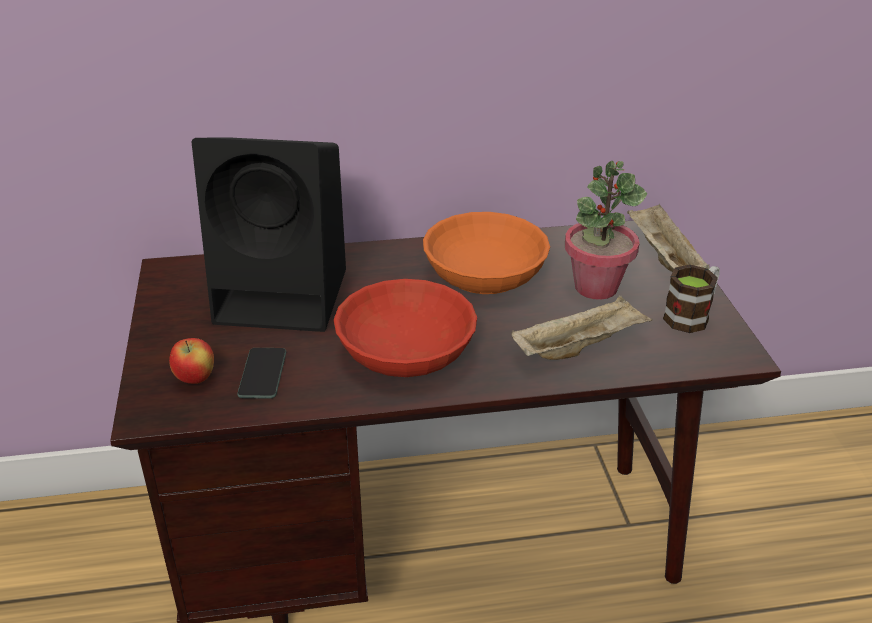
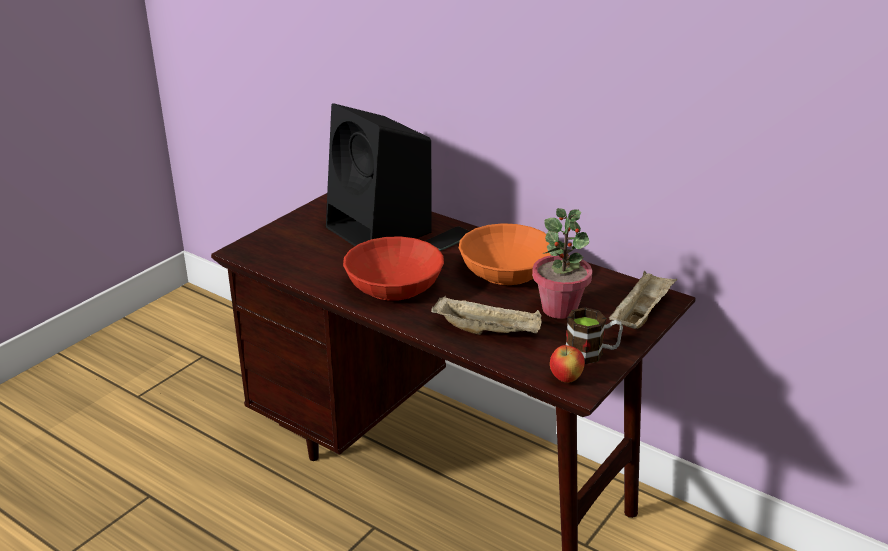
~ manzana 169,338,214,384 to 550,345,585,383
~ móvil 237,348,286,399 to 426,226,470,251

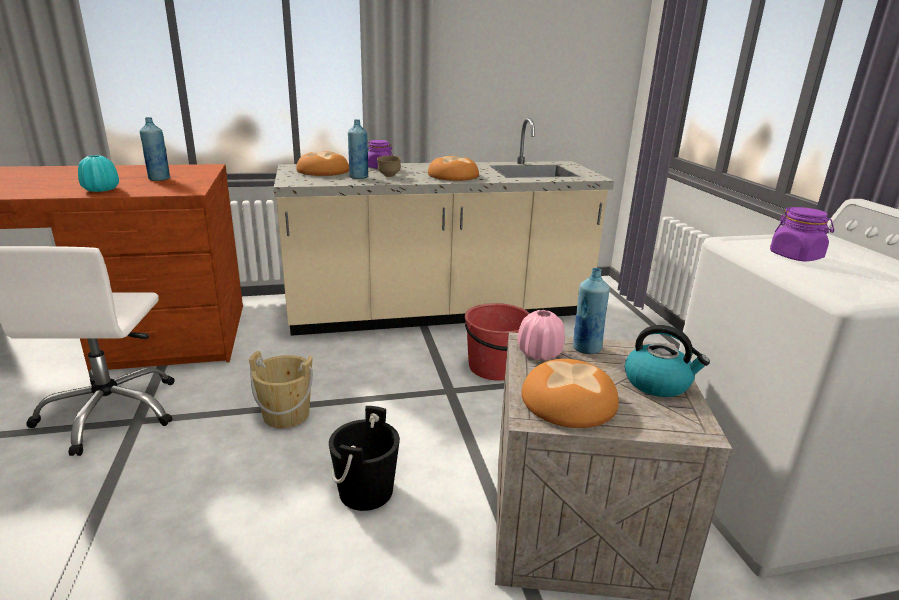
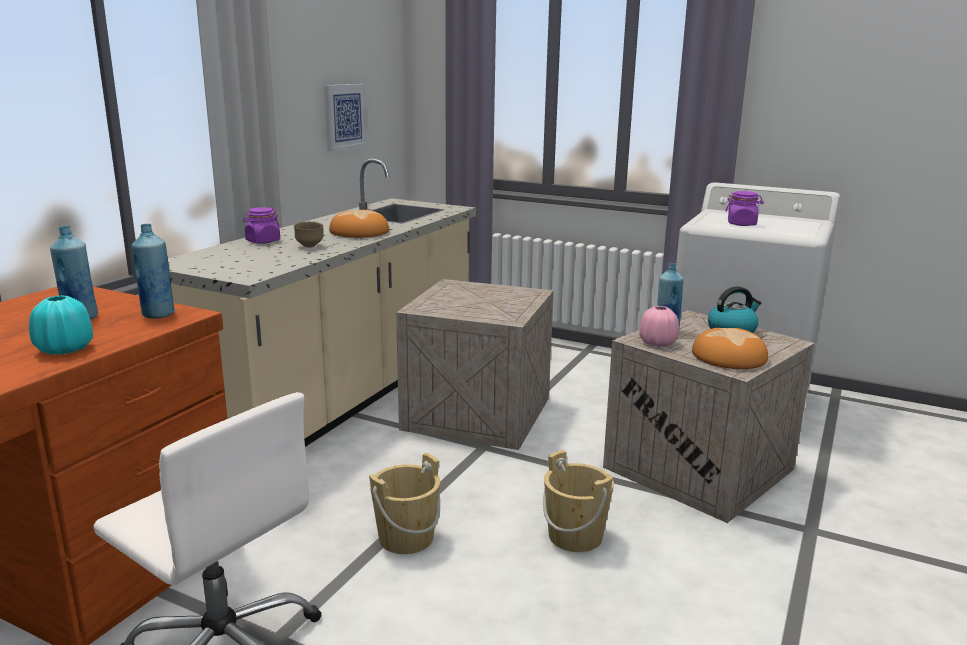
~ botella/azul 348,119,368,179 to 132,224,175,318
- pan 296,151,349,176
~ cubo/rojo 464,303,530,381 to caja de embalaje 396,279,554,450
~ cubo/negro 329,406,400,511 to cubo/beis 543,450,614,552
+ cuadro 324,84,368,152

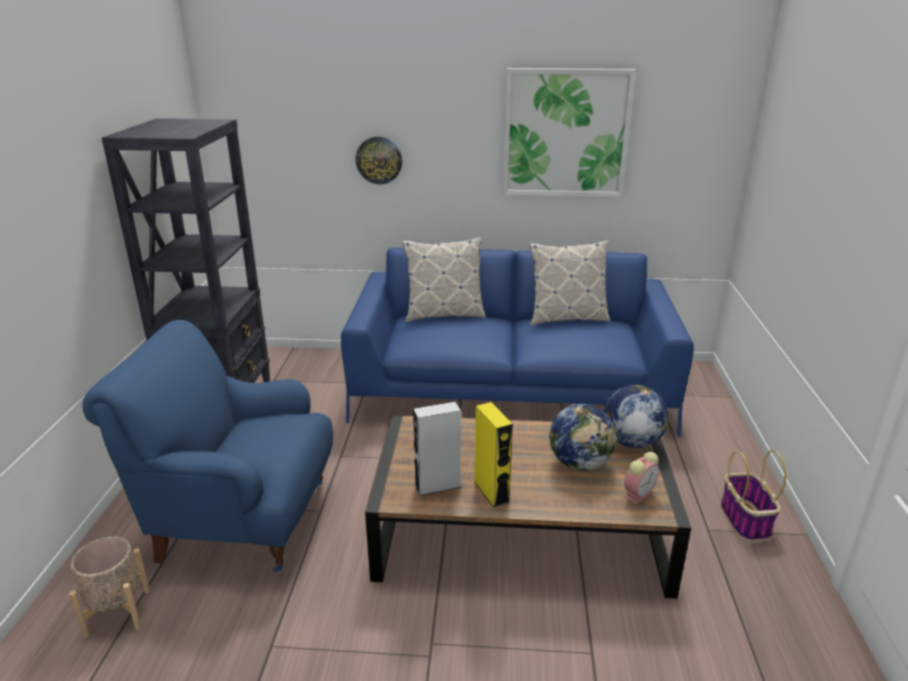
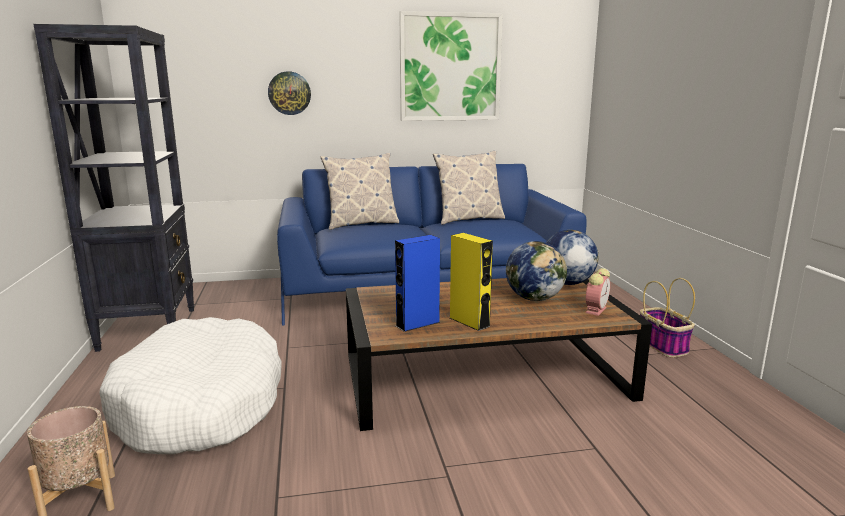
~ sillón/azul 82,320,333,572 to cama para perro/blanco 99,317,282,454
~ altavoz/gris 413,401,461,496 to altavoz/azul 395,235,440,332

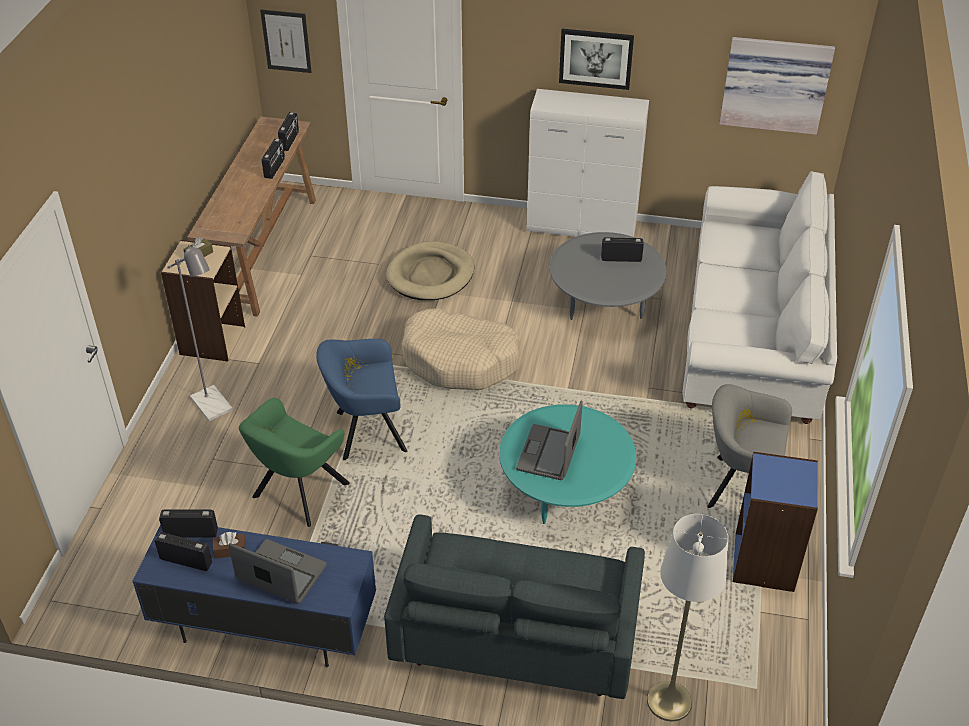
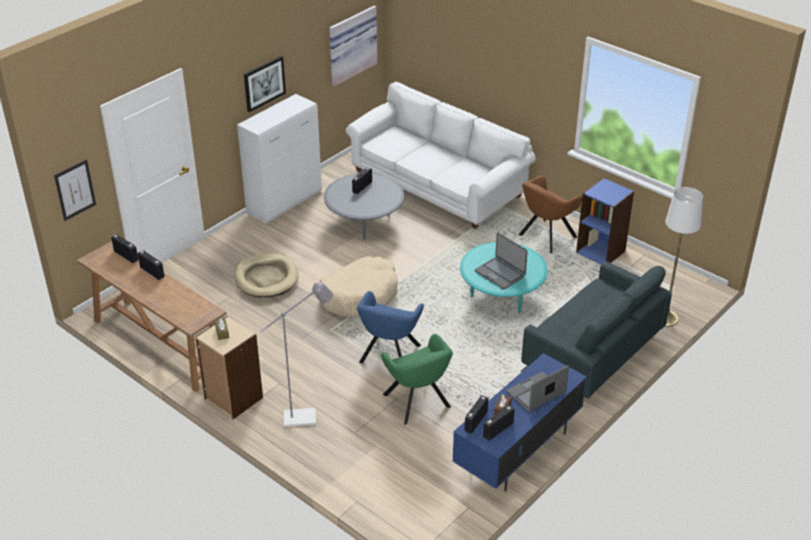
~ sillón/gris 707,384,792,508 to sillón/marrón 519,176,582,253

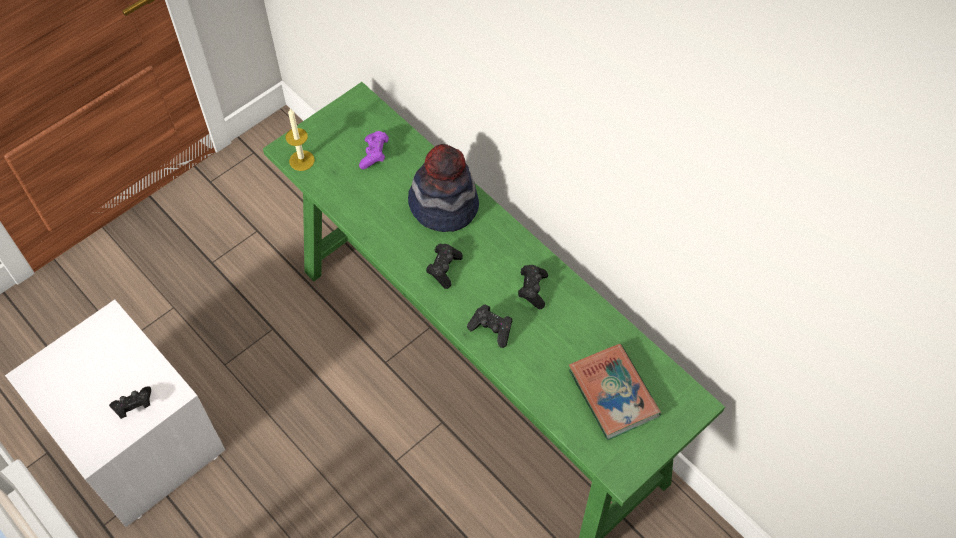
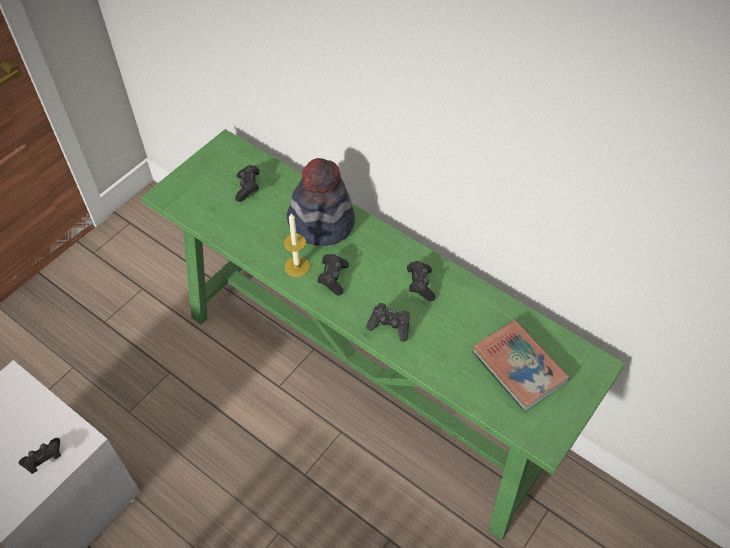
~ vela 285,109,315,171 to 283,213,310,277
~ mando de consola/morado 359,131,389,169 to mando de consola/negro 235,165,259,202

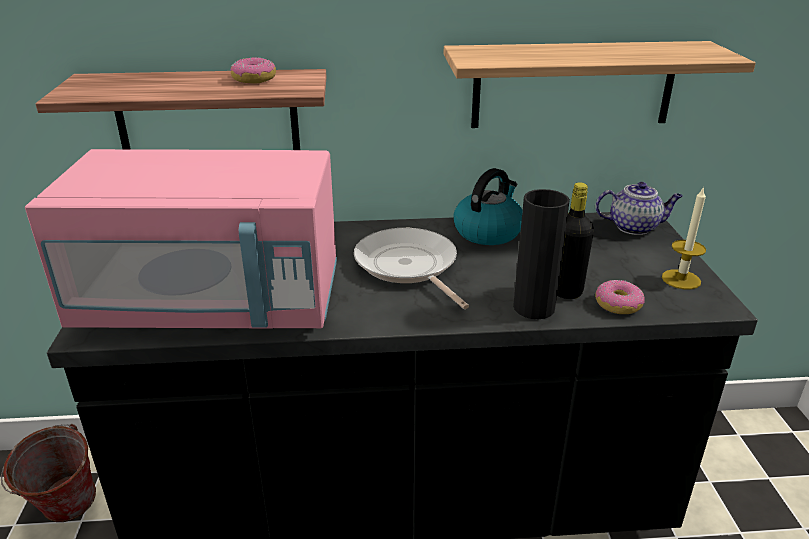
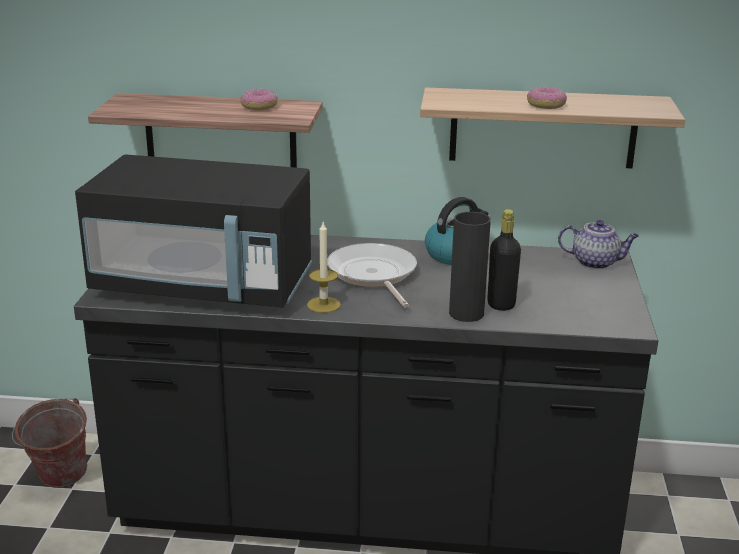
~ microondas/rosa 25,149,337,328 to microondas/negro 75,154,312,308
~ vela 662,186,706,289 to 307,222,341,313
~ rosquilla 595,280,645,314 to 527,87,567,109

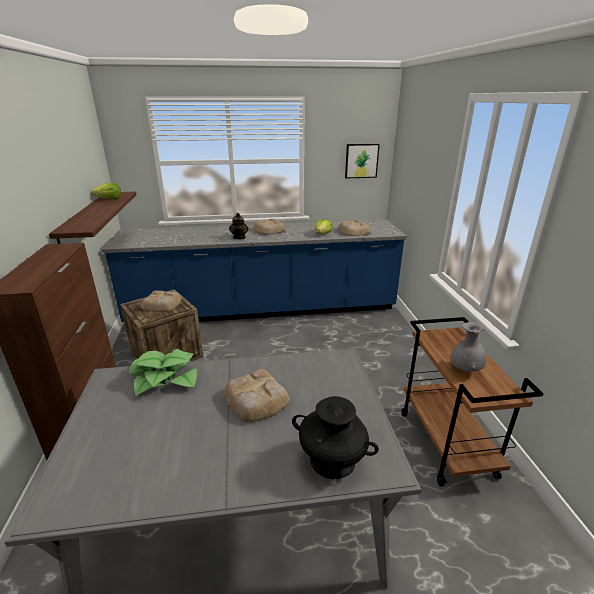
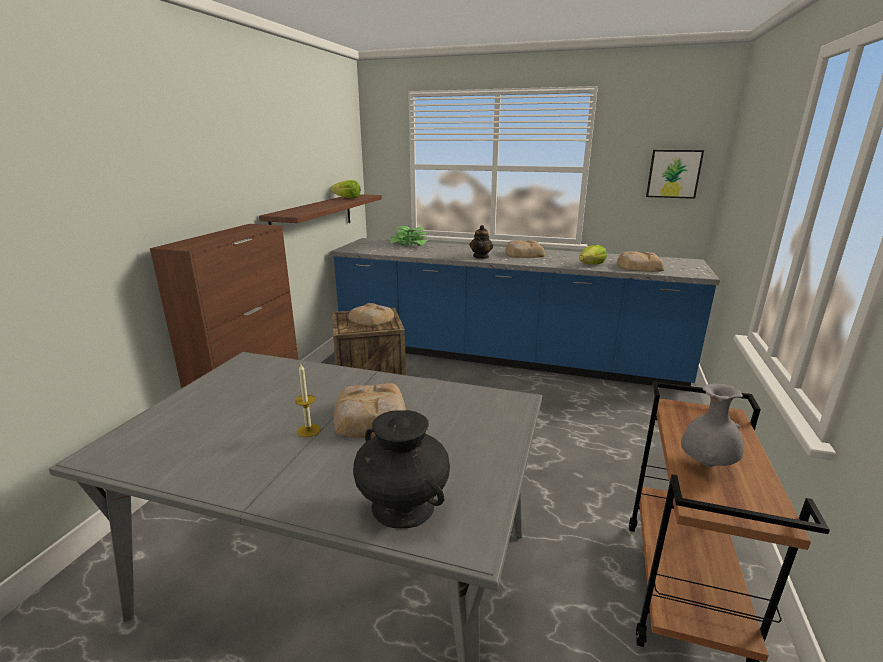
~ planta en maceta 129,349,197,396 to 390,226,429,246
+ vela 295,364,320,437

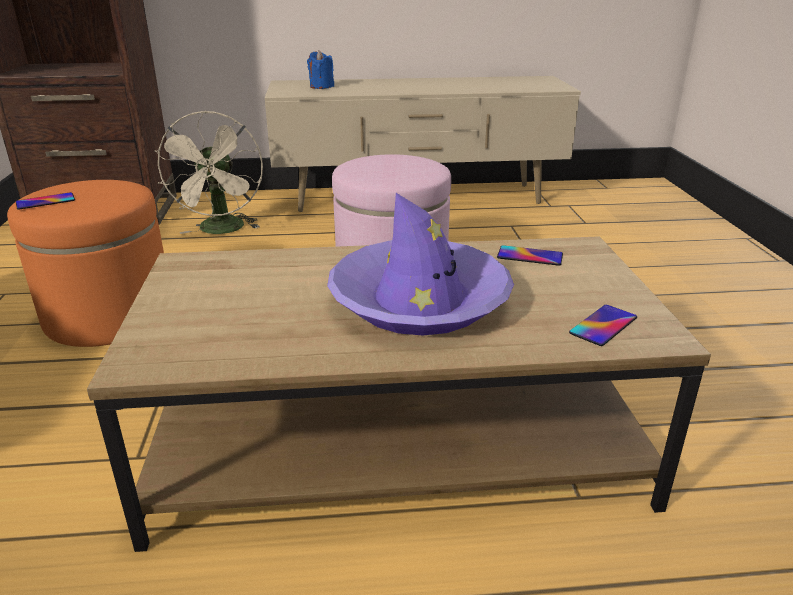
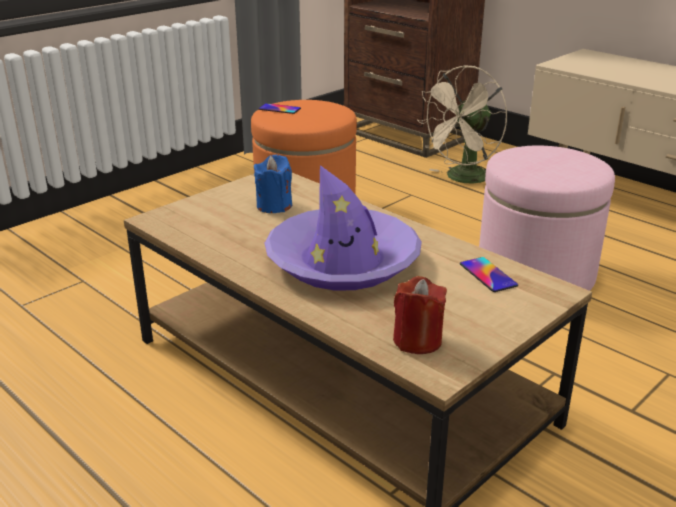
~ vela/azul 307,50,334,89 to 254,154,292,213
~ móvil 569,305,637,346 to vela/rojo 393,276,447,354

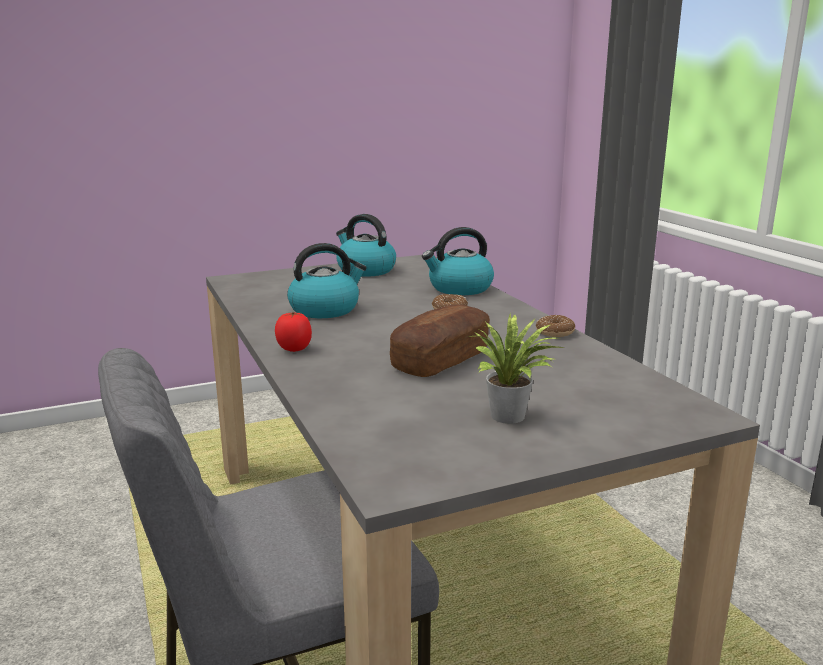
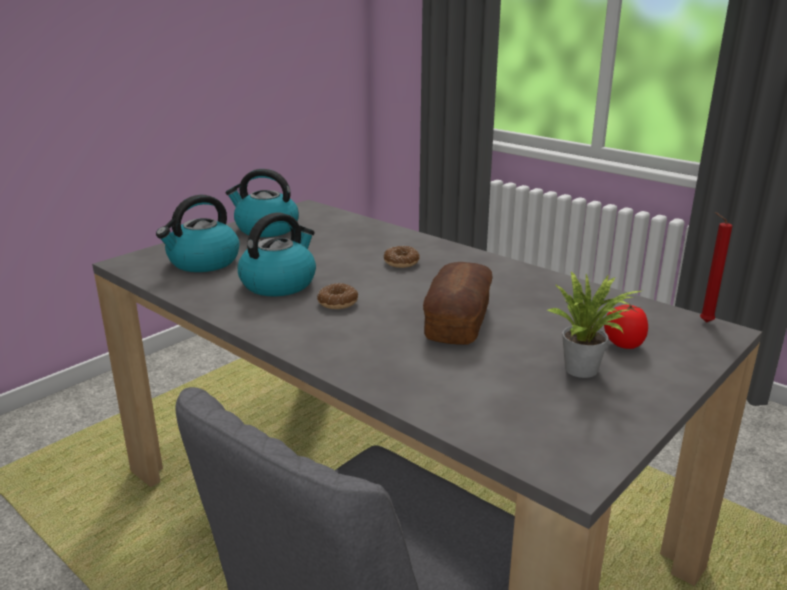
~ hervidor 422,227,494,295 to 156,195,240,272
~ tomate 275,312,312,352 to 604,305,648,349
~ rosquilla 536,315,575,337 to 317,283,358,309
+ vela/rojo 700,212,732,323

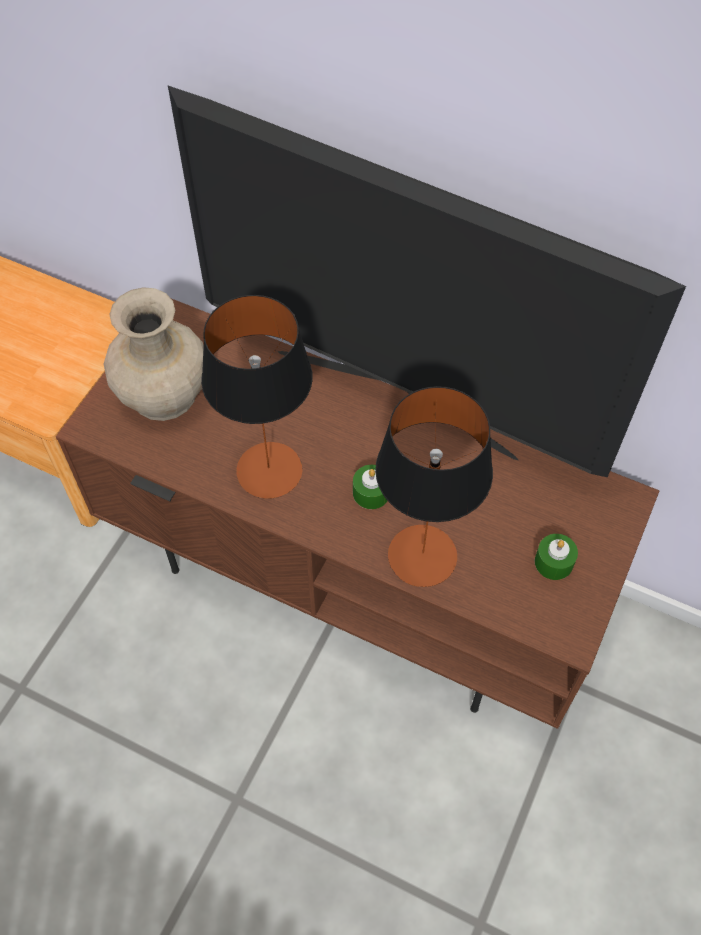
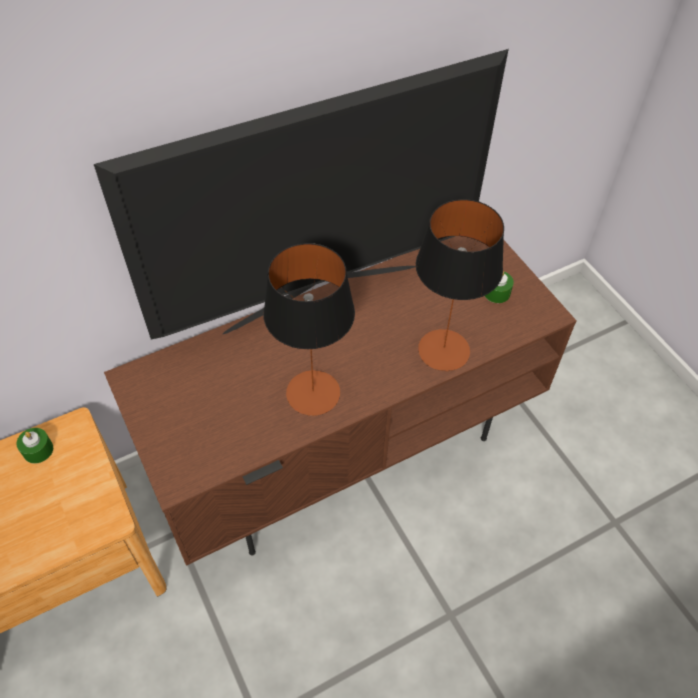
- florero/beis 104,287,204,421
~ vela/verde 353,465,388,509 to 16,428,53,464

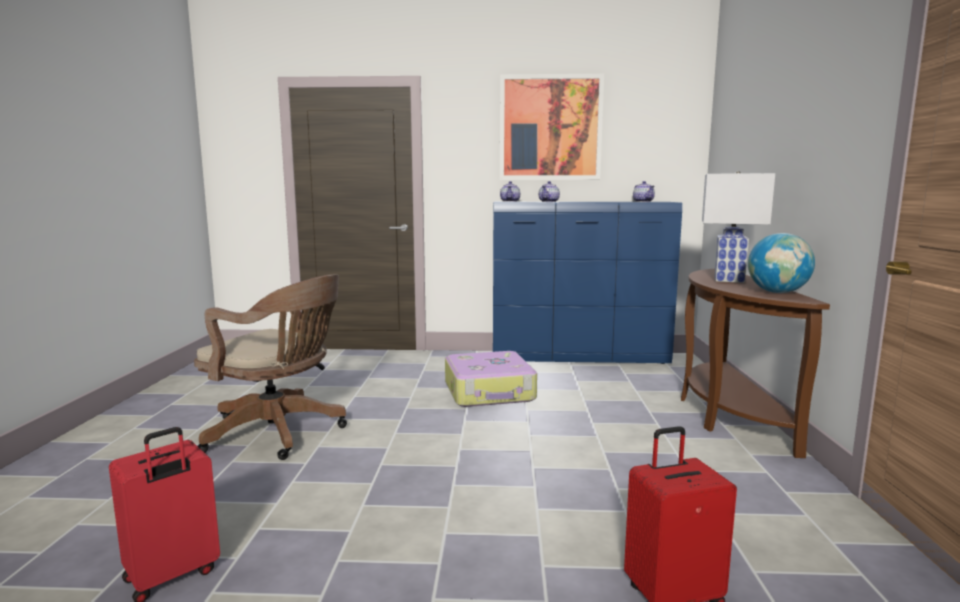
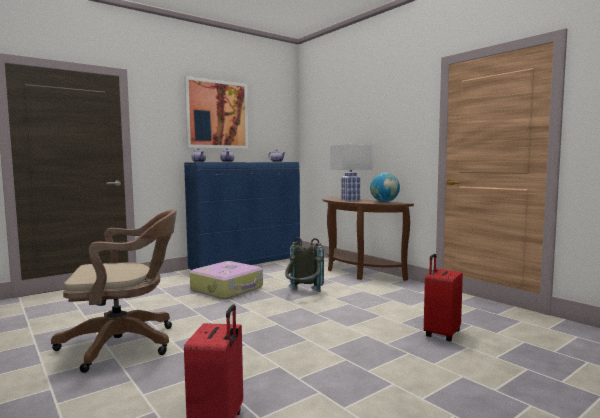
+ mochila/gris 285,237,324,292

